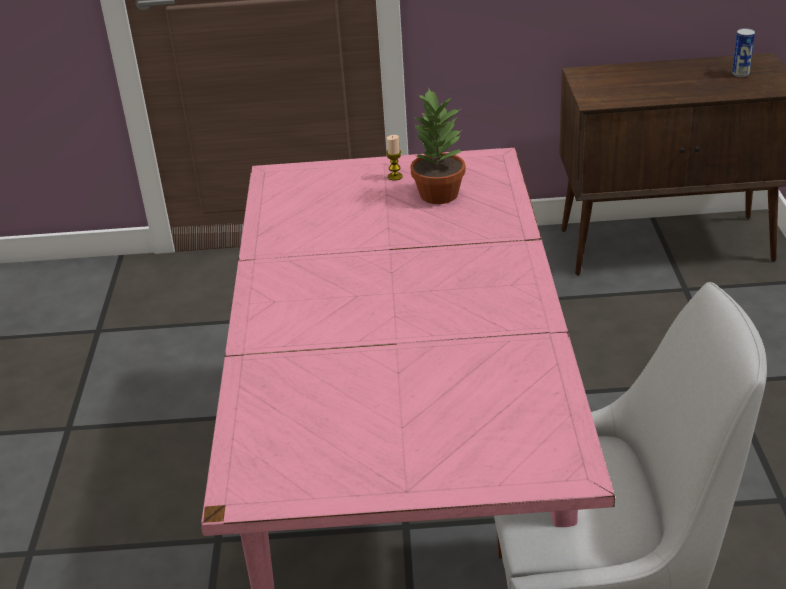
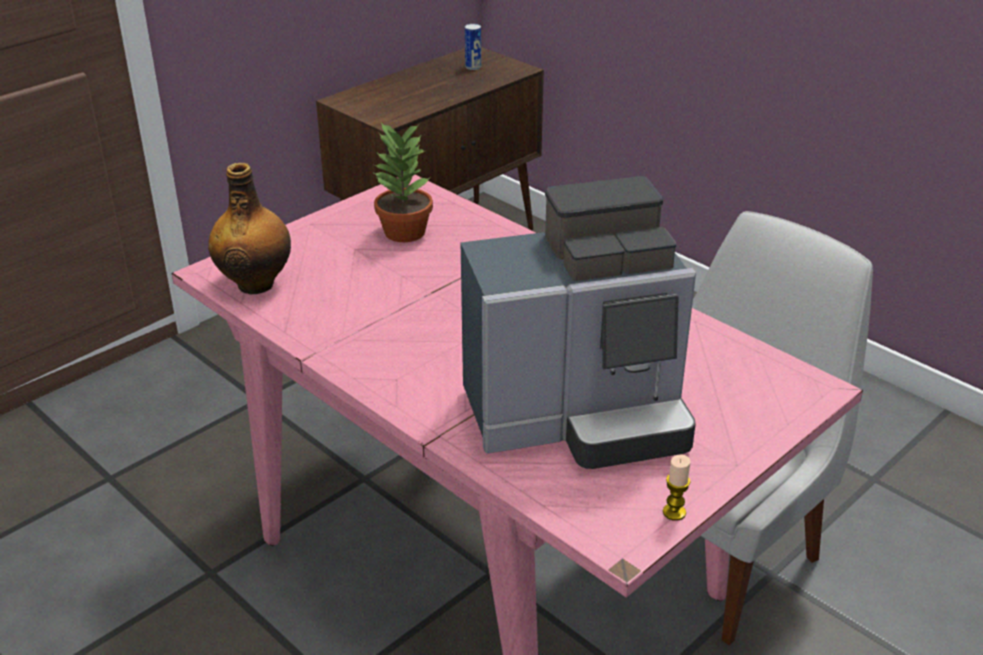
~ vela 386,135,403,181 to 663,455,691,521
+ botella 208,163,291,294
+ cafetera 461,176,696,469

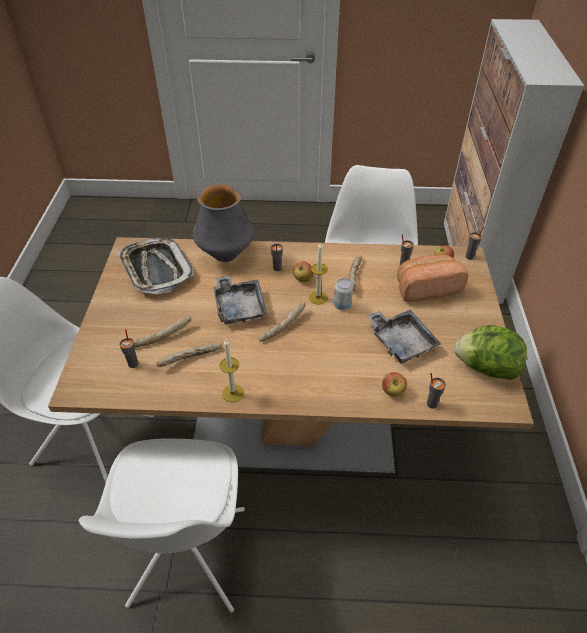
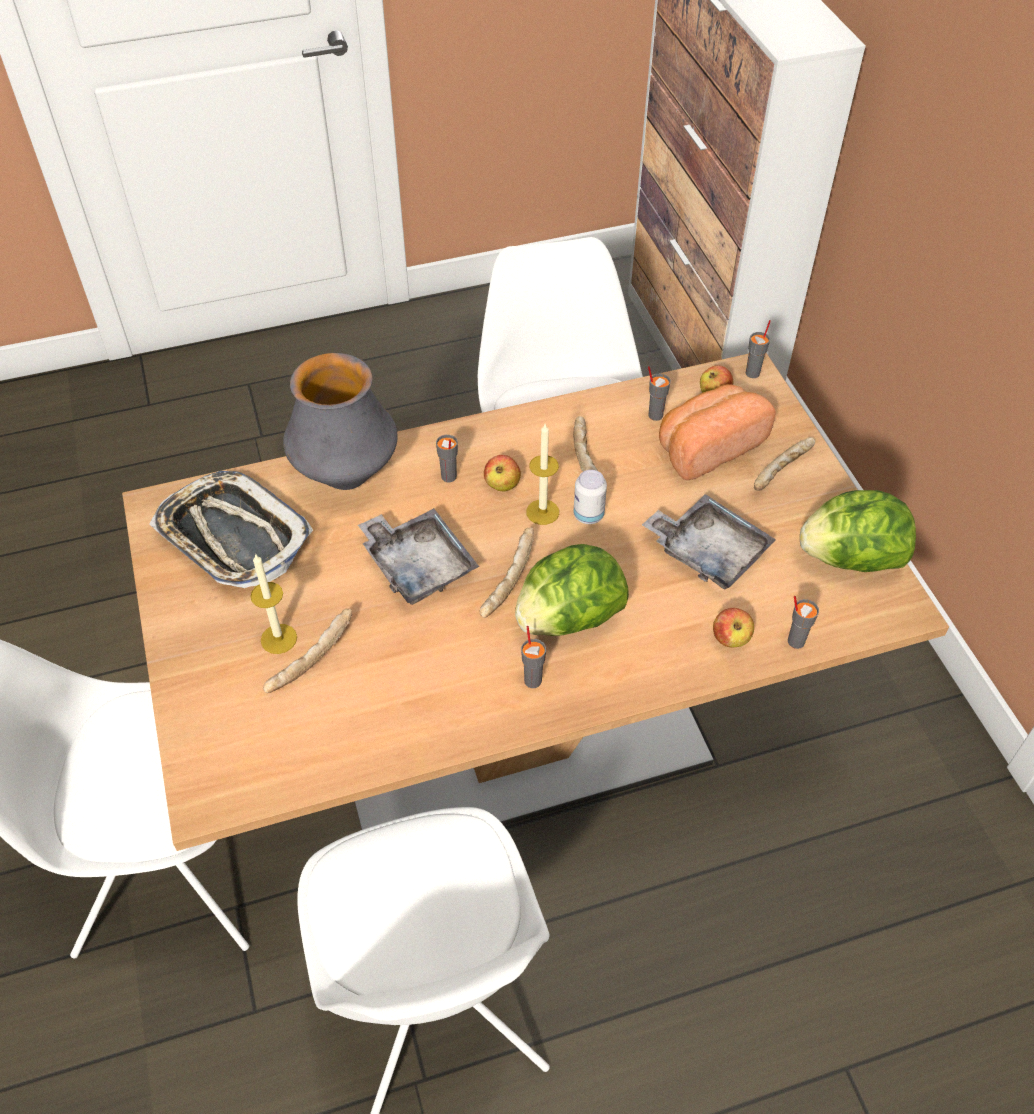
~ taza/gris 119,329,138,368 to 521,626,546,688
~ vela 220,339,244,402 to 250,554,297,654
~ pan 156,343,222,367 to 754,437,815,491
+ lechuga 515,544,629,636

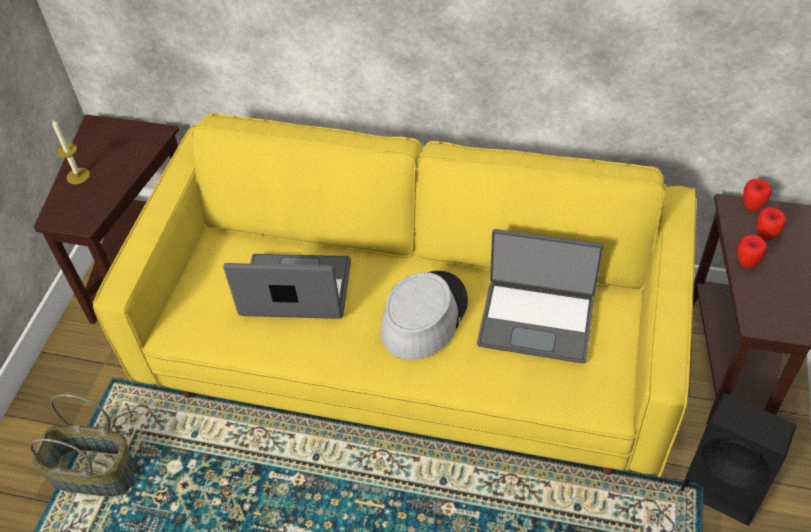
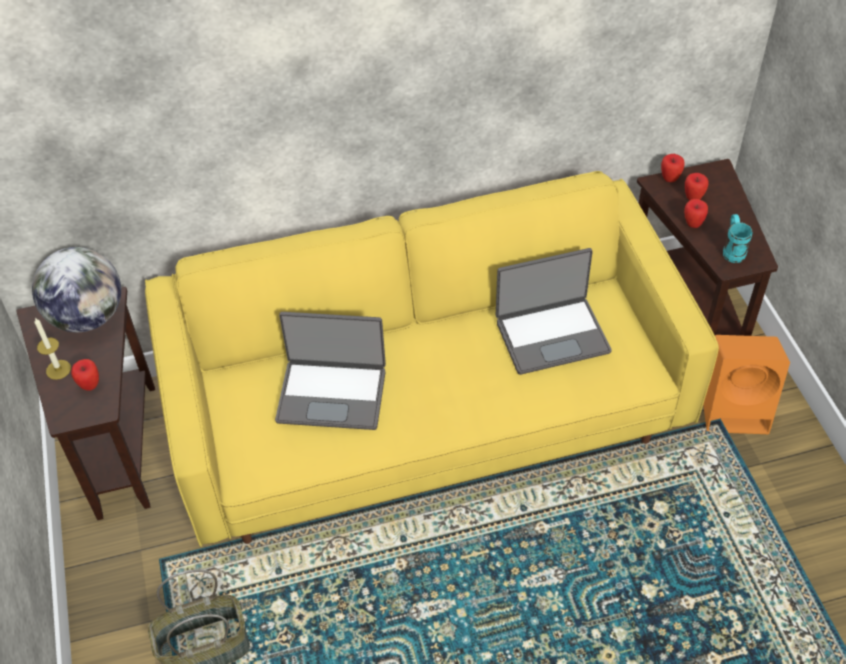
~ portátil 223,254,351,319 = 275,312,386,430 150 degrees counterclockwise
- sombrero/gris 381,271,468,360
~ altavoz/negro 680,393,796,526 to altavoz/naranja 703,335,790,434
+ taza grande/turquesa 723,214,753,263
+ globo terráqueo 32,247,121,332
+ manzana 71,359,99,391

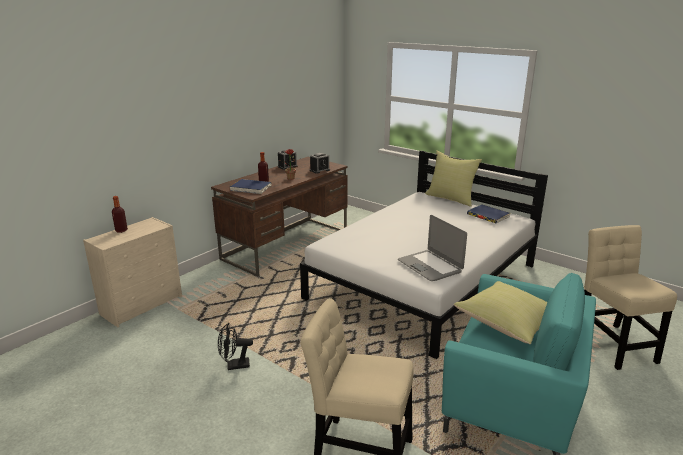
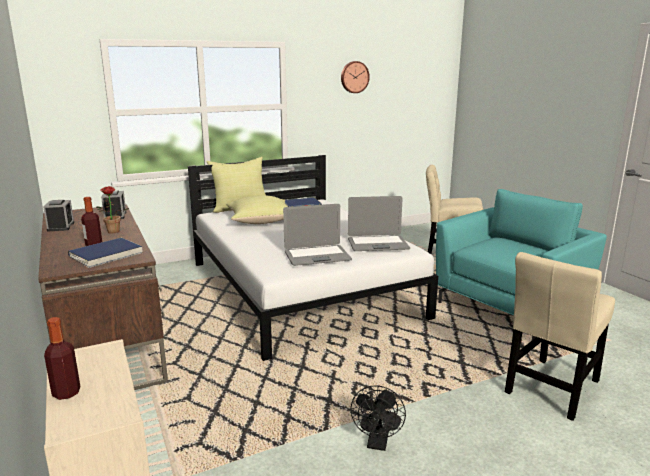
~ cojín/amarillo 454,281,548,344 to 226,195,288,224
+ reloj de pared 341,61,370,93
+ portátil 283,204,352,266

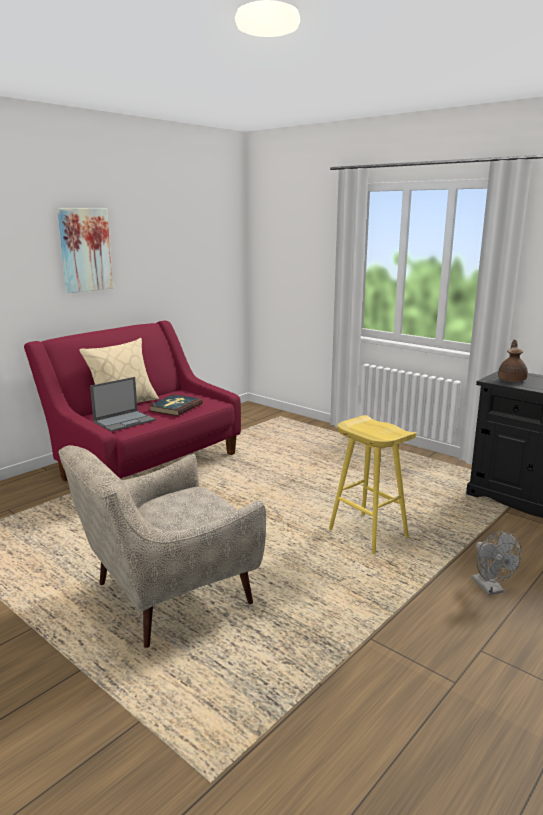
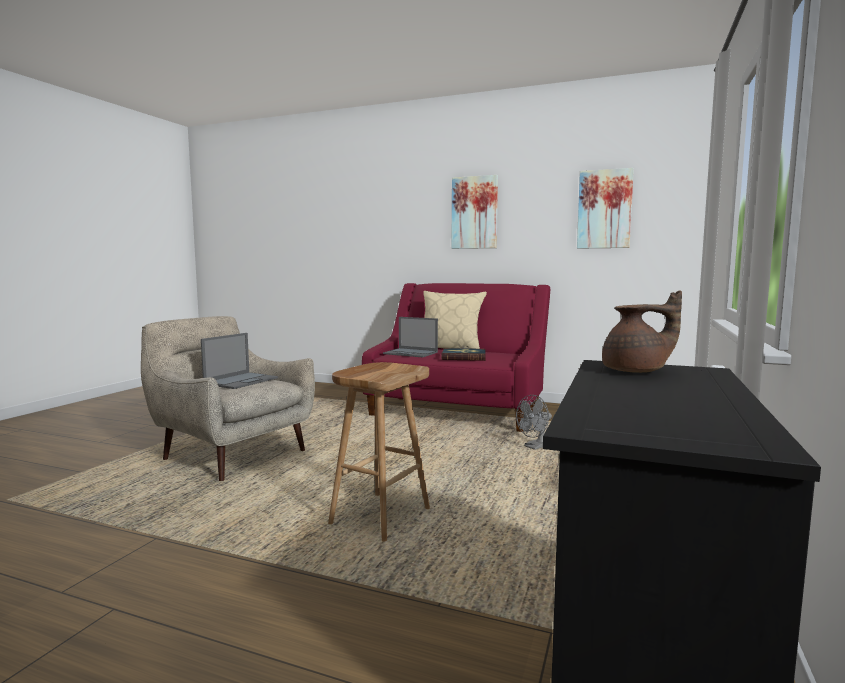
~ taburete/amarillo 329,415,416,554 to taburete/marrón 328,362,430,542
~ ventilador/gris 471,531,522,595 to 516,395,552,450
+ cuadro 577,168,634,249
+ portátil 201,333,278,389

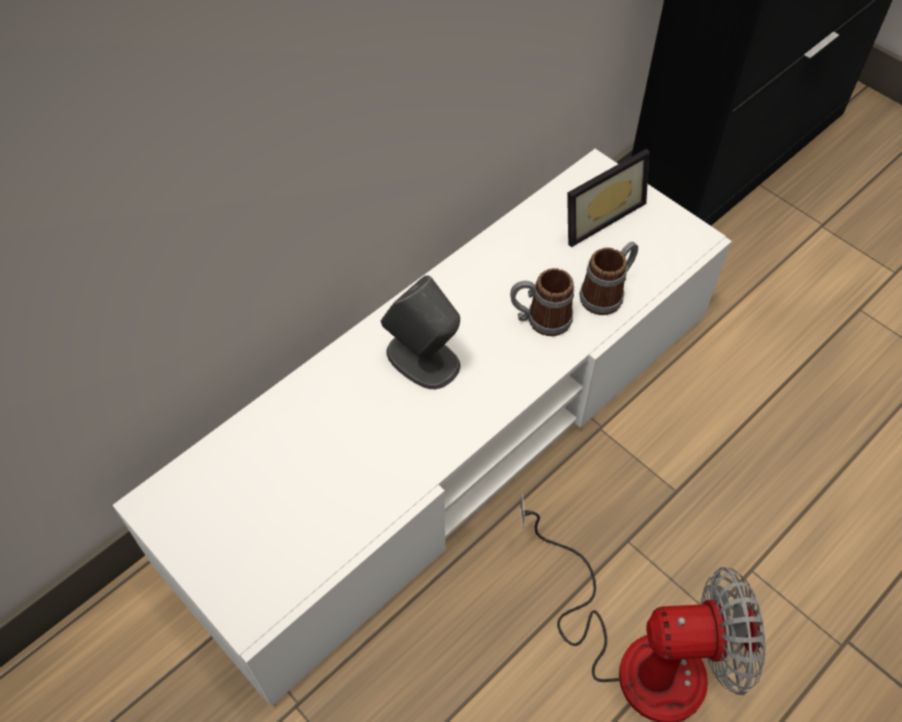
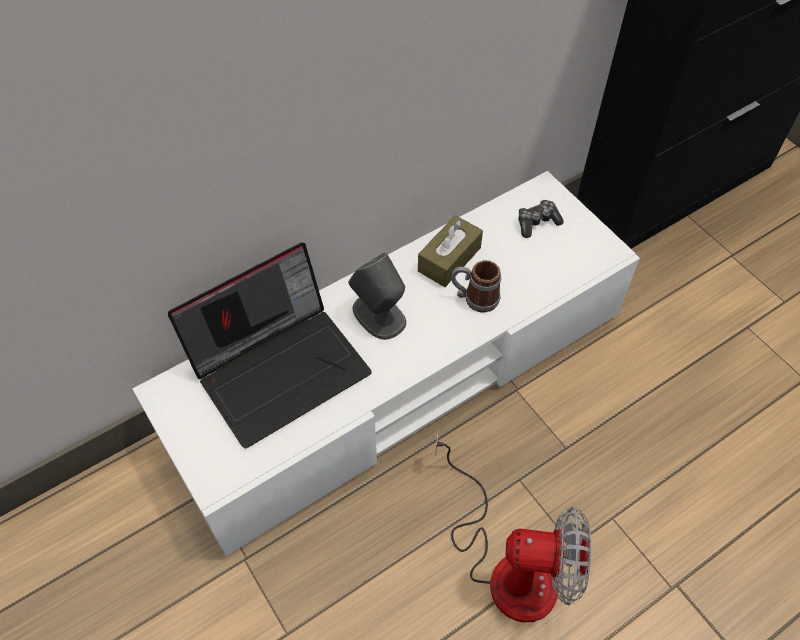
~ portarretratos 567,149,649,247 to mando de consola 518,200,564,238
- taza grande 579,241,638,315
+ caja de pañuelos/marrón 418,215,483,287
+ portátil 168,243,372,448

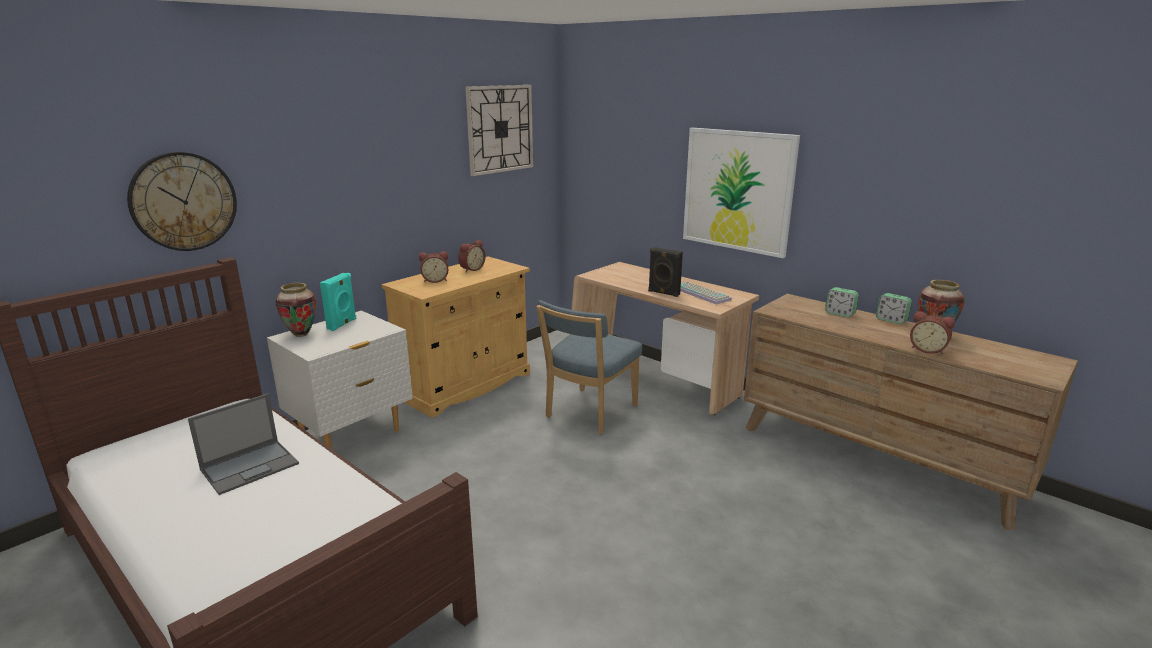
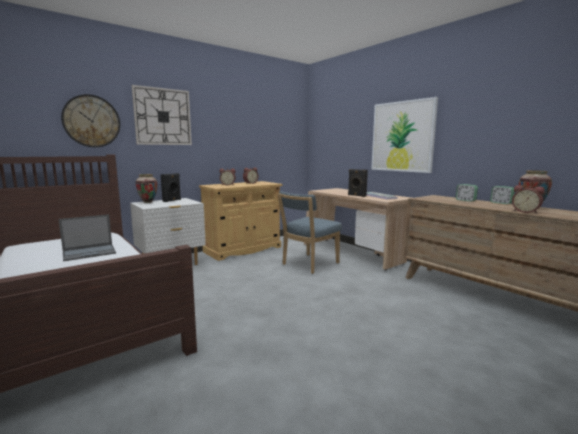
~ reloj de pared 465,85,533,176 to 132,85,192,145
~ altavoz/turquesa 320,273,356,331 to altavoz/negro 161,173,181,202

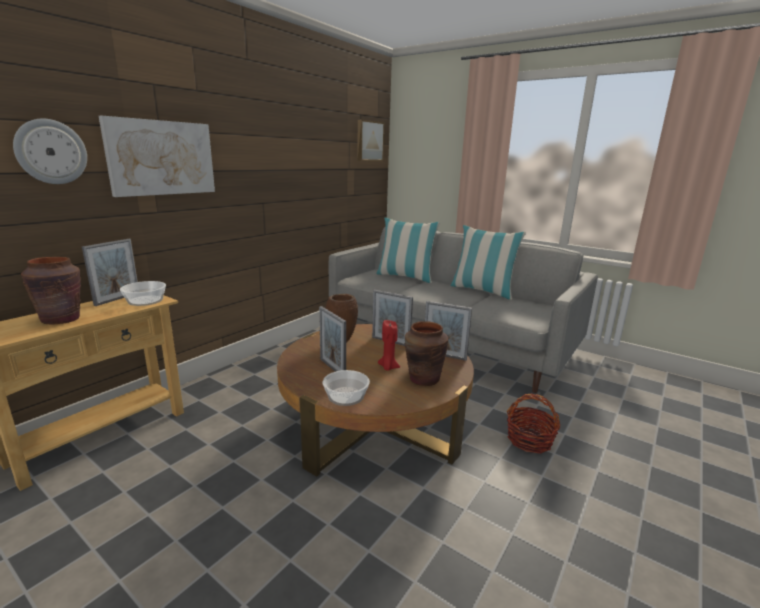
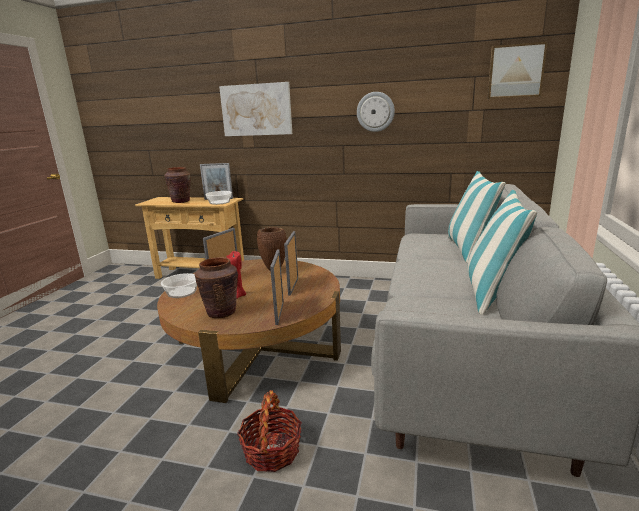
~ reloj de pared 13,119,87,184 to 357,92,395,132

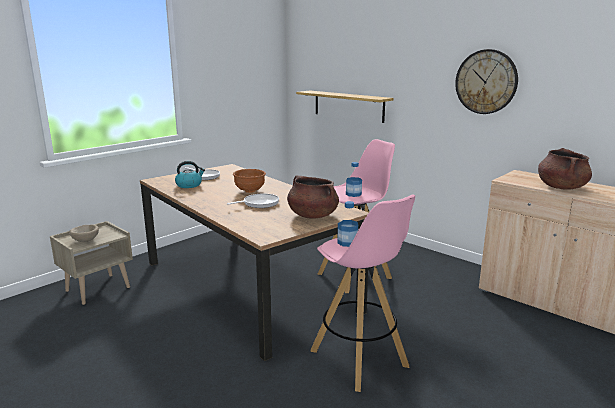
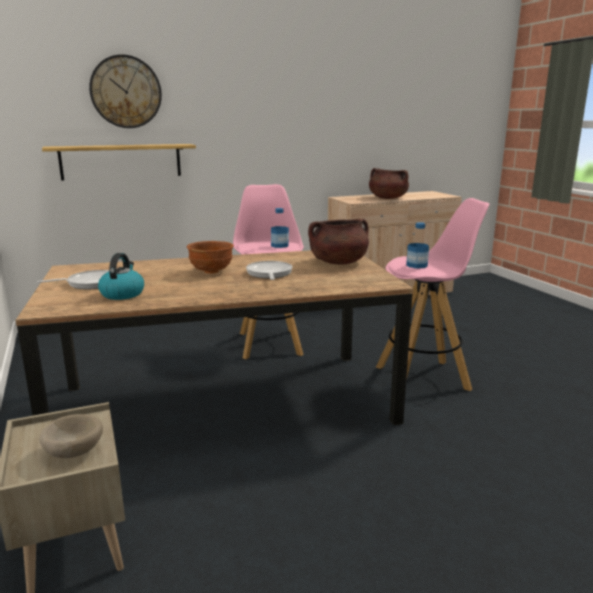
~ reloj de pared 455,49,518,114 to 89,54,162,128

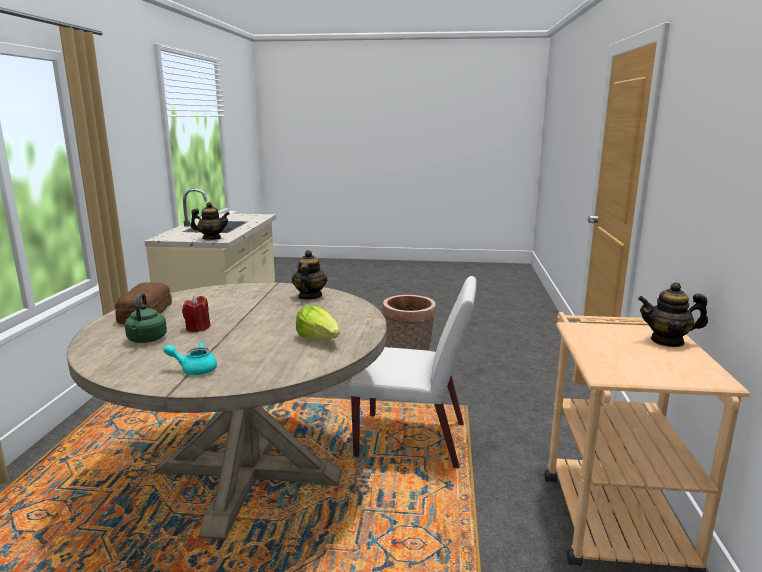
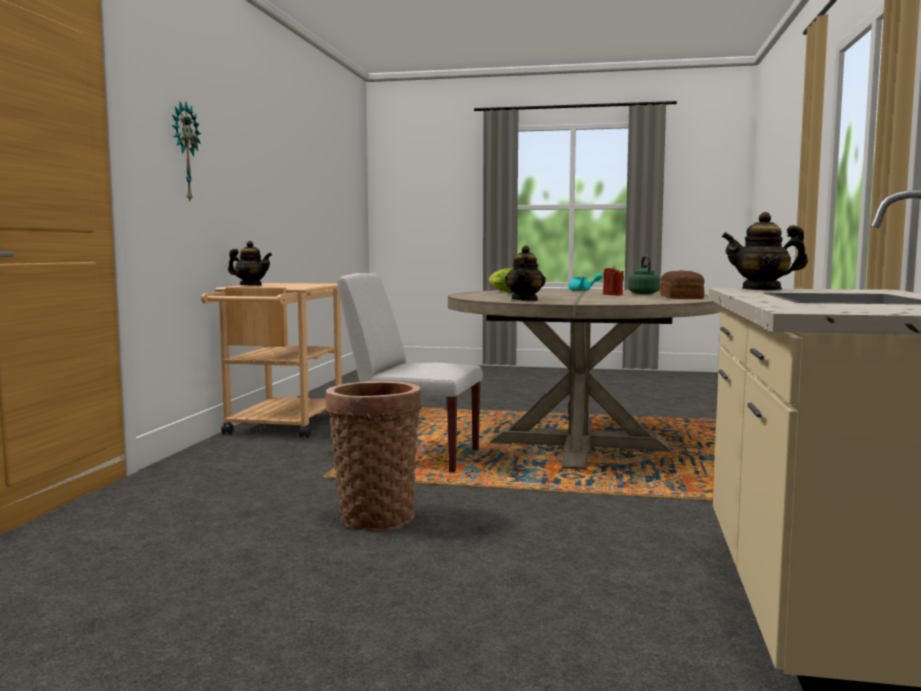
+ reloj de pared 172,102,201,201

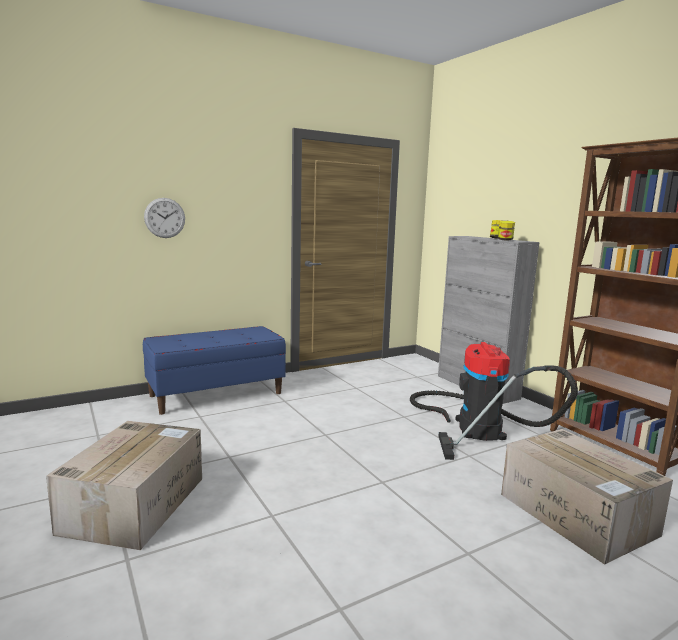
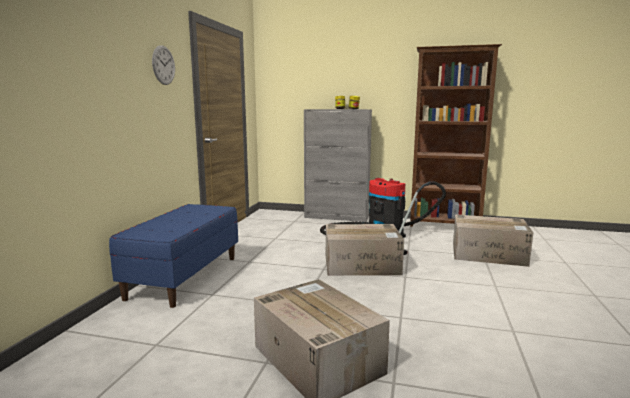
~ reloj de pared 144,198,185,238 to 152,45,175,85
+ caja de cartón 326,224,404,276

